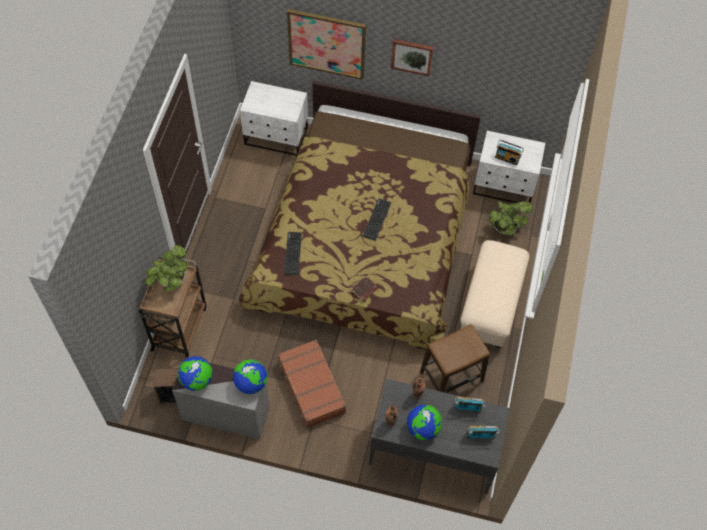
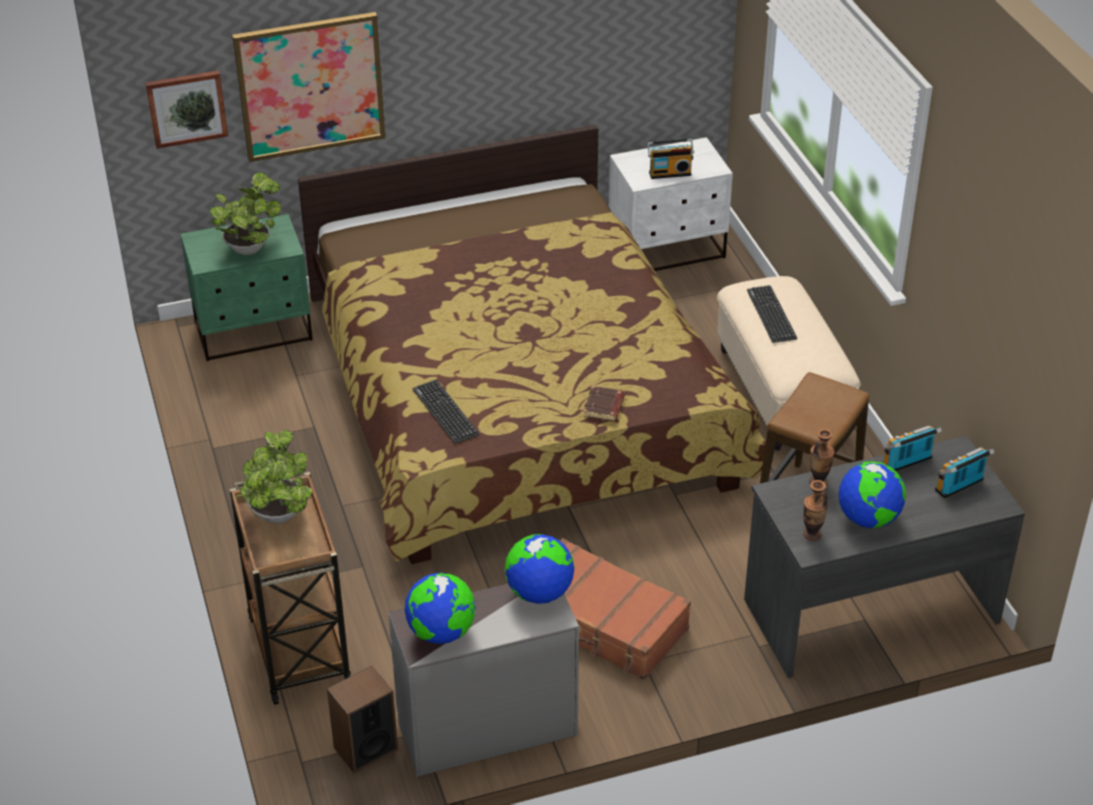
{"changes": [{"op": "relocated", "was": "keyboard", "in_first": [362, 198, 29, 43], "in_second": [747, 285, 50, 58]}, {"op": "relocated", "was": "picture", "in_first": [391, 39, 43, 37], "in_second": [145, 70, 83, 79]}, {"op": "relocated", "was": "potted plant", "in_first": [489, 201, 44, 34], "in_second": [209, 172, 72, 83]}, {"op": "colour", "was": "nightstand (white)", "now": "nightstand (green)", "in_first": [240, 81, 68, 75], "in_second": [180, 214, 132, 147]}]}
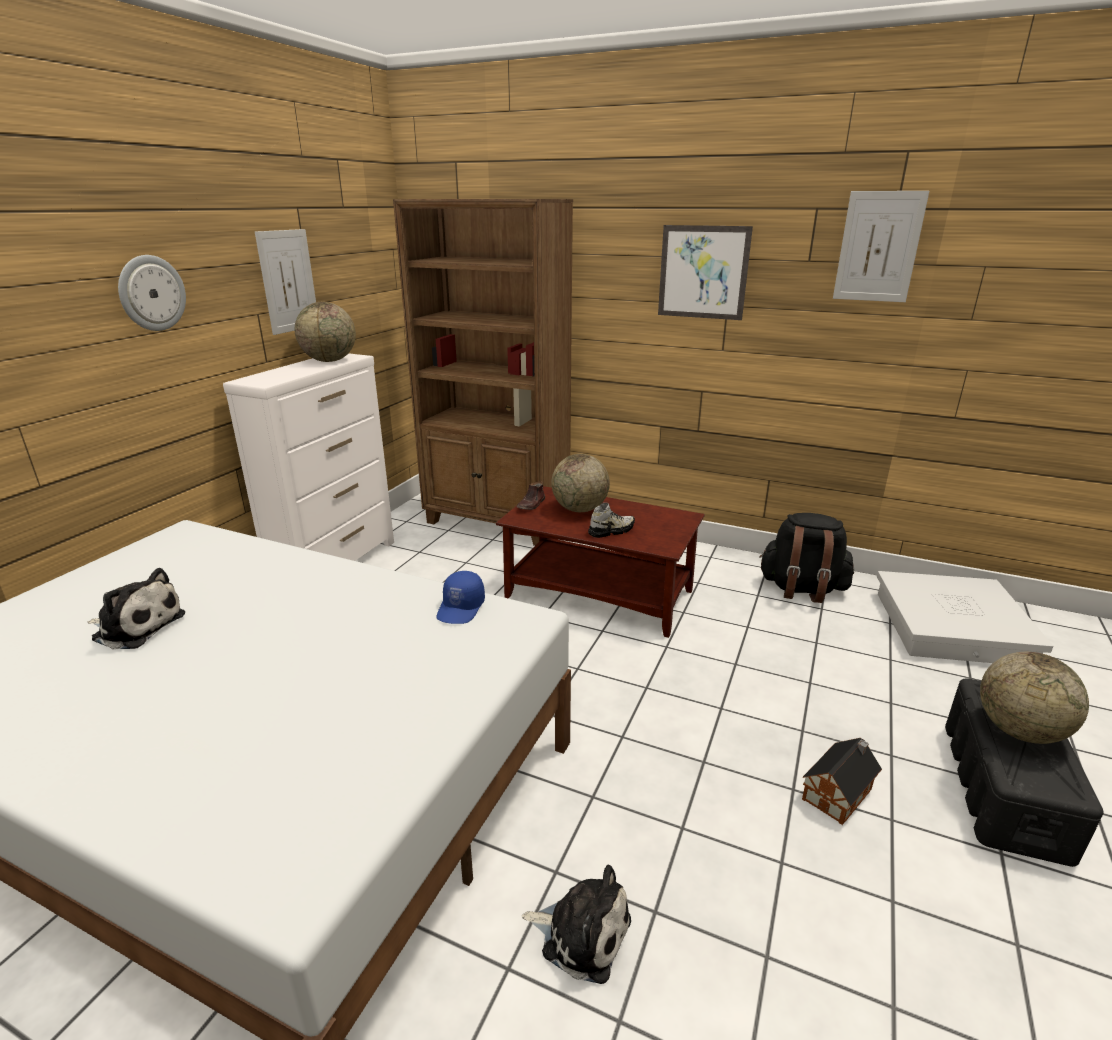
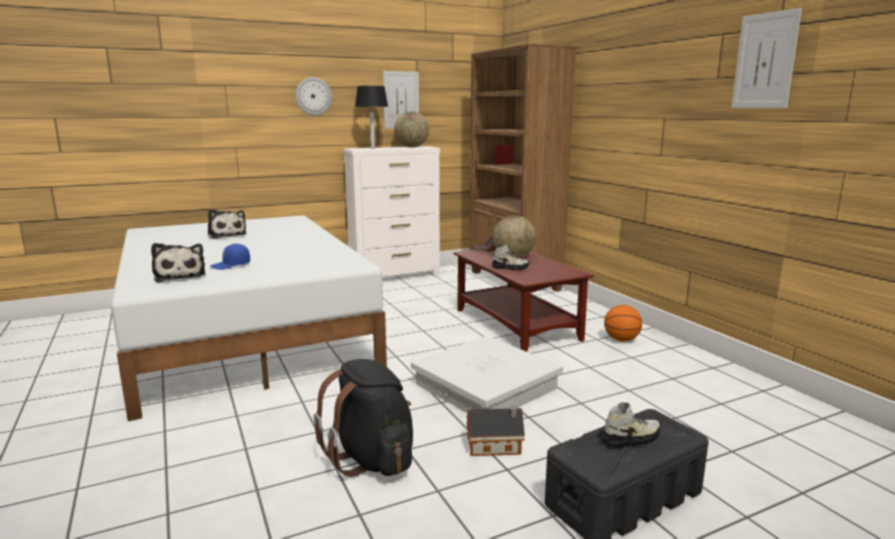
{"changes": [{"op": "missing", "was": "picture", "in_first": [658, 225, 95, 95]}, {"op": "appeared", "now": "table lamp (black)", "in_second": [355, 86, 33, 63]}, {"op": "appeared", "now": "basketball", "in_second": [604, 305, 38, 36]}, {"op": "relocated", "was": "cap (blue)", "in_first": [436, 571, 49, 53], "in_second": [210, 244, 40, 26]}, {"op": "relocated", "was": "plush toy", "in_first": [522, 865, 109, 119], "in_second": [151, 243, 55, 39]}, {"op": "relocated", "was": "backpack (black)", "in_first": [759, 513, 95, 90], "in_second": [314, 359, 99, 118]}, {"op": "relocated", "was": "storage box (white)", "in_first": [877, 571, 176, 92], "in_second": [411, 336, 152, 76]}, {"op": "exchanged", "was": "globe", "now": "shoe", "in_first": [980, 652, 109, 92], "in_second": [601, 402, 60, 46]}]}
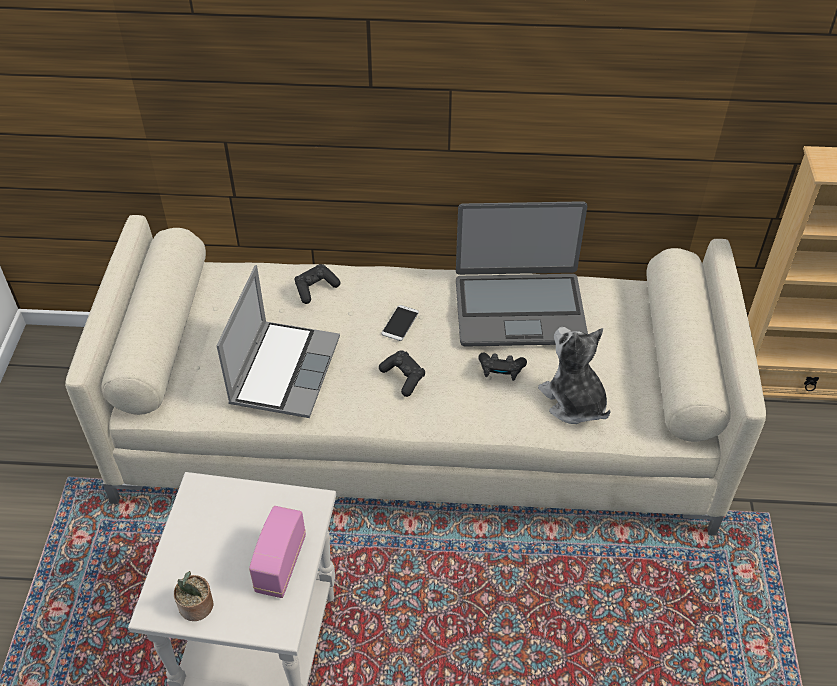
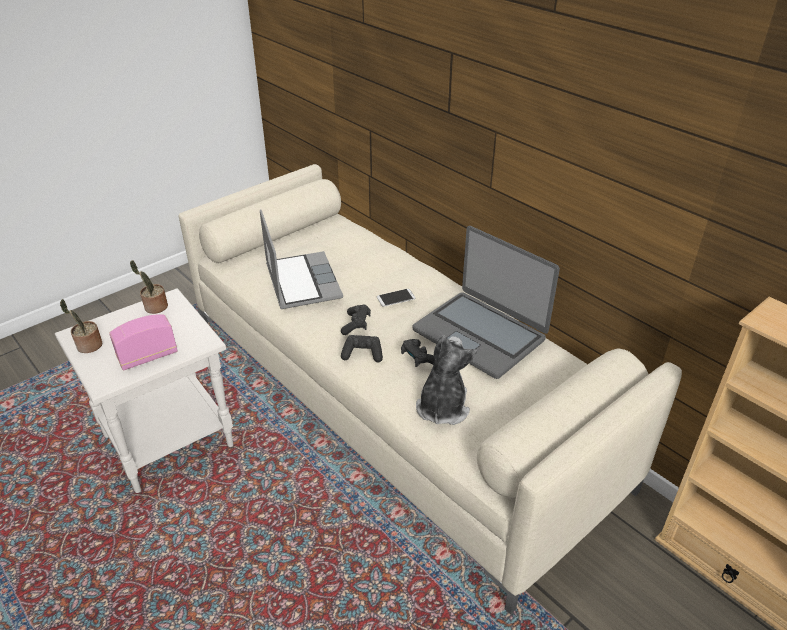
{"changes": [{"op": "appeared", "now": "potted plant", "in_second": [130, 260, 38, 54]}, {"op": "relocated", "was": "game controller (black)", "in_first": [295, 264, 45, 40], "in_second": [341, 335, 42, 28]}, {"op": "spun", "was": "laptop", "in_first": [216, 265, 124, 153], "in_second": [260, 209, 83, 100], "clockwise": -75}]}
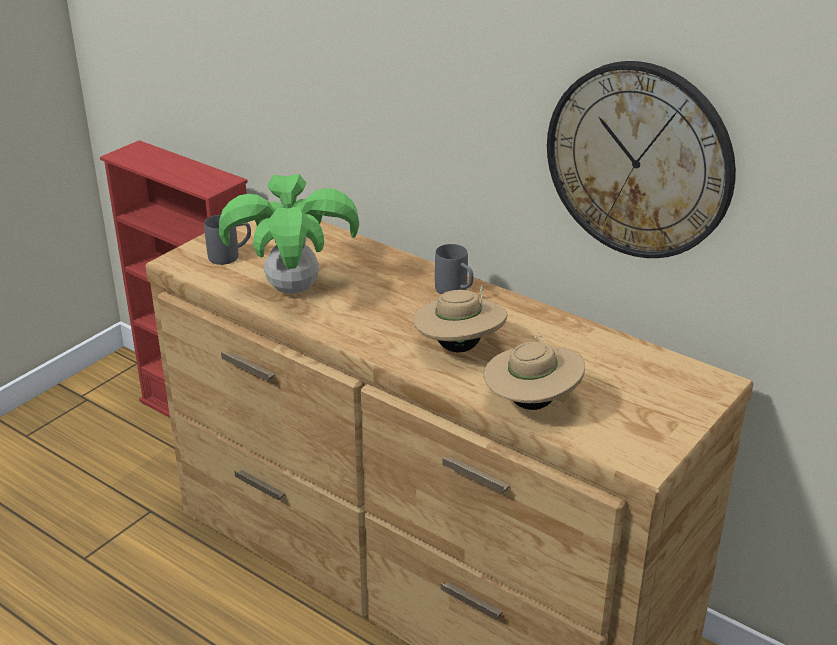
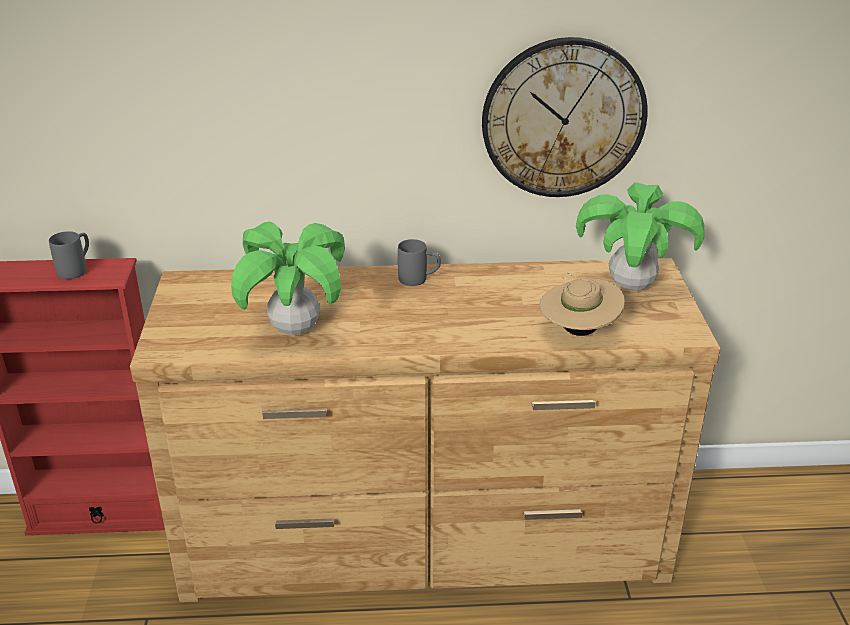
{"changes": [{"op": "missing", "was": "hat (beige)", "in_first": [414, 285, 93, 68]}, {"op": "appeared", "now": "potted plant", "in_second": [576, 182, 128, 108]}, {"op": "relocated", "was": "mug (grey)", "in_first": [204, 215, 47, 50], "in_second": [49, 231, 40, 48]}]}
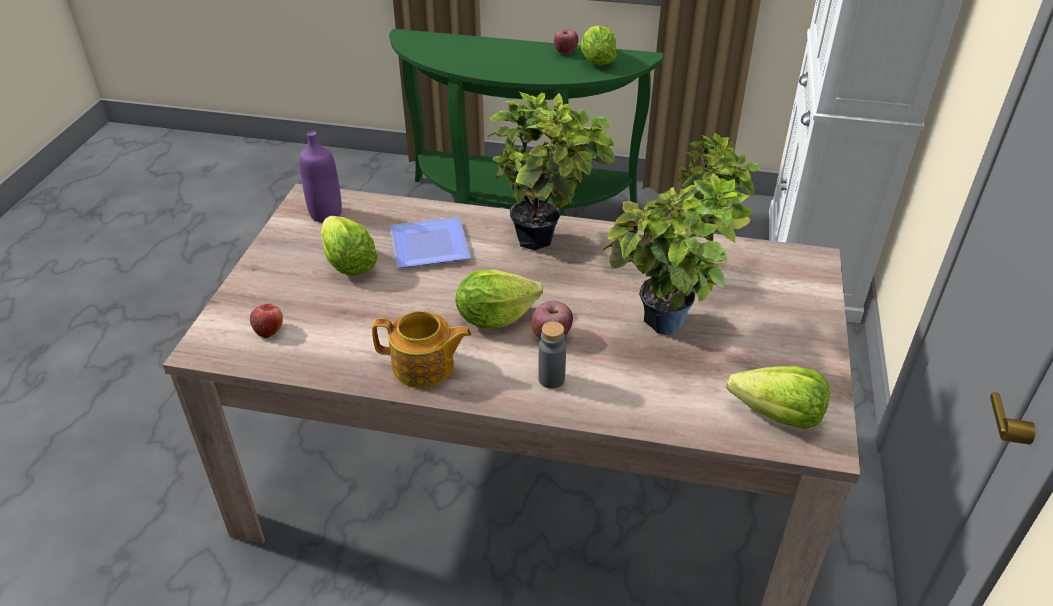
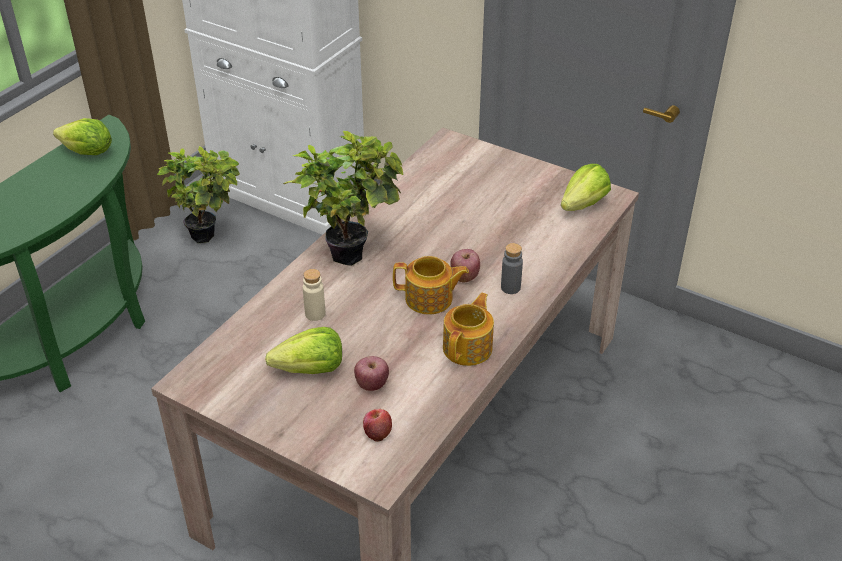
{"changes": [{"op": "missing", "was": "bottle (purple)", "in_first": [299, 131, 43, 92]}, {"op": "missing", "was": "potted plant", "in_first": [602, 173, 151, 162]}, {"op": "relocated", "was": "apple", "in_first": [554, 29, 25, 25], "in_second": [354, 356, 35, 35]}, {"op": "exchanged", "was": "plate", "now": "bottle (beige)", "in_first": [390, 217, 81, 51], "in_second": [303, 269, 22, 52]}, {"op": "exchanged", "was": "lettuce", "now": "teapot", "in_first": [456, 270, 87, 59], "in_second": [393, 256, 76, 59]}]}
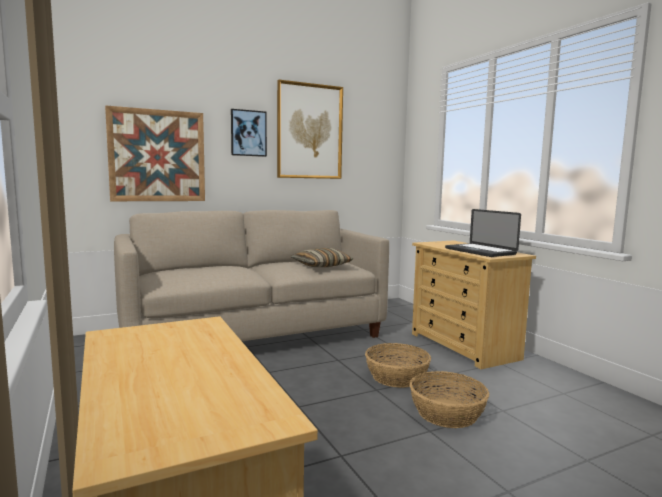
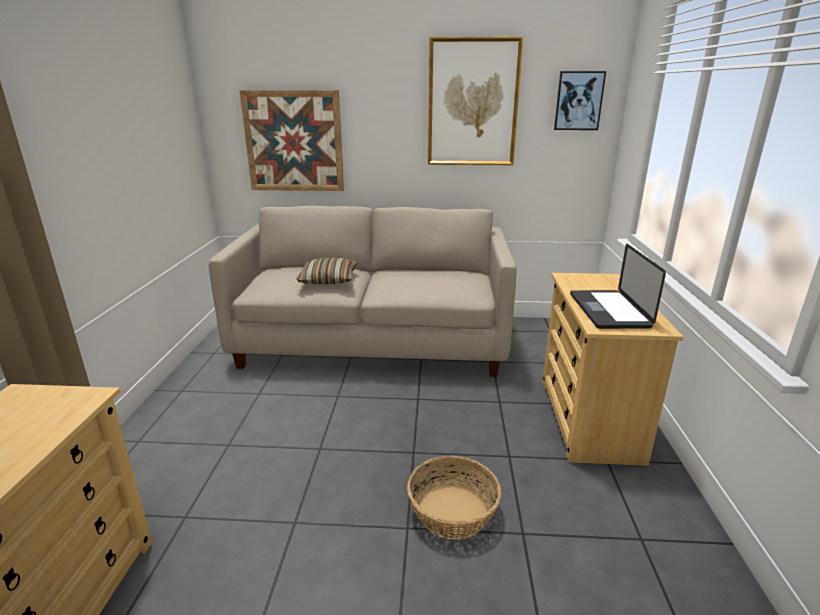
{"changes": [{"op": "missing", "was": "basket", "in_first": [365, 343, 66, 45]}, {"op": "relocated", "was": "picture", "in_first": [231, 109, 36, 48], "in_second": [554, 71, 52, 59]}, {"op": "relocated", "was": "pillow", "in_first": [291, 248, 62, 19], "in_second": [296, 258, 61, 26]}]}
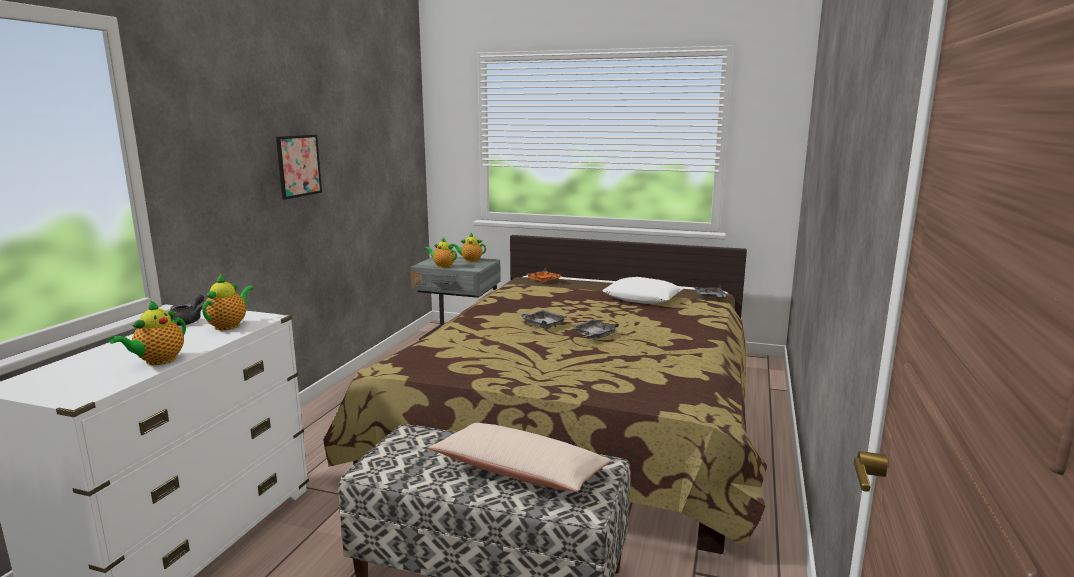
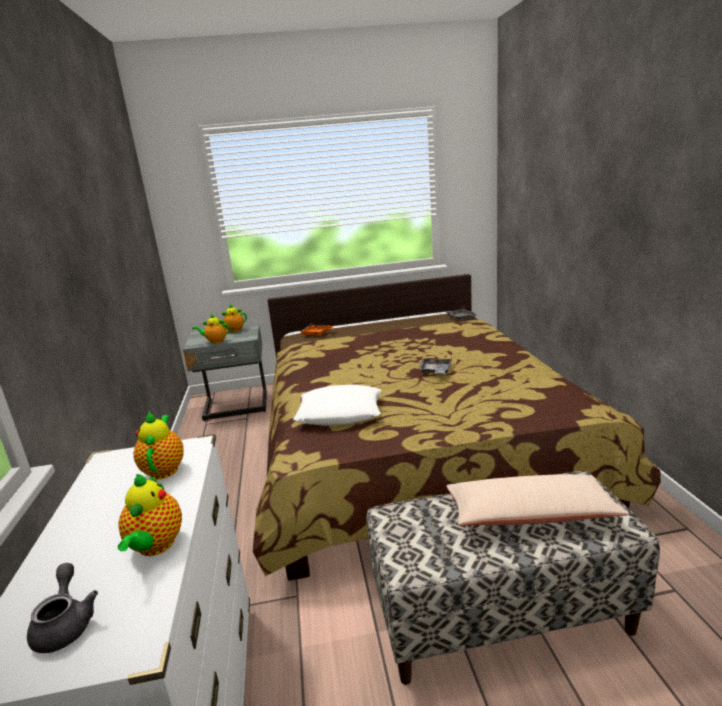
{"changes": [{"op": "missing", "was": "picture", "in_first": [276, 135, 46, 65]}, {"op": "missing", "was": "tray (grey)", "in_first": [518, 310, 49, 19]}, {"op": "relocated", "was": "teapot (grey)", "in_first": [170, 294, 34, 32], "in_second": [27, 563, 71, 90]}, {"op": "relocated", "was": "pillow (white)", "in_first": [602, 277, 81, 27], "in_second": [293, 384, 89, 42]}]}
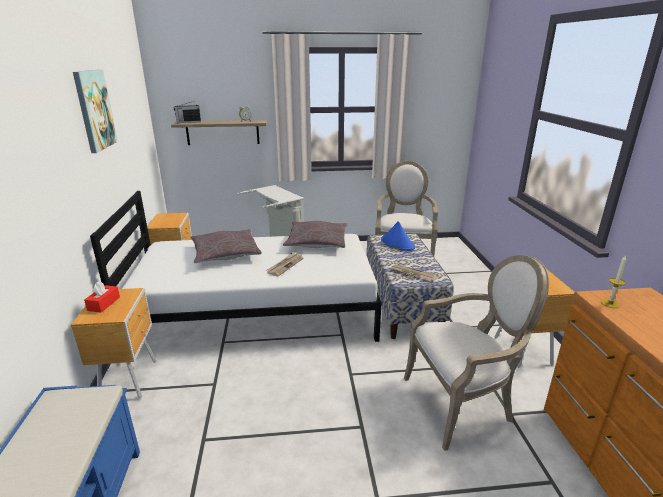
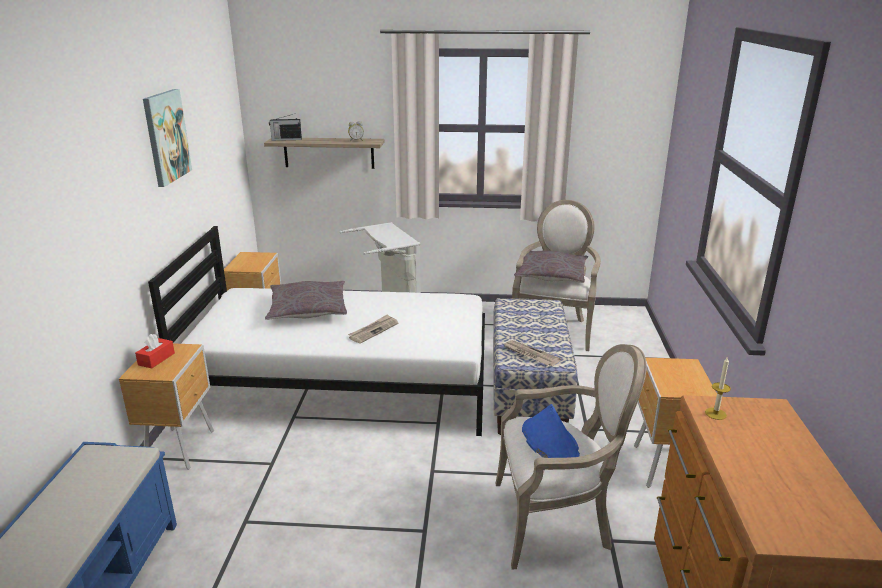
{"changes": [{"op": "relocated", "was": "pillow (grey)", "in_first": [283, 221, 65, 27], "in_second": [514, 251, 74, 32]}, {"op": "relocated", "was": "hat (blue)", "in_first": [381, 221, 34, 30], "in_second": [522, 404, 58, 54]}]}
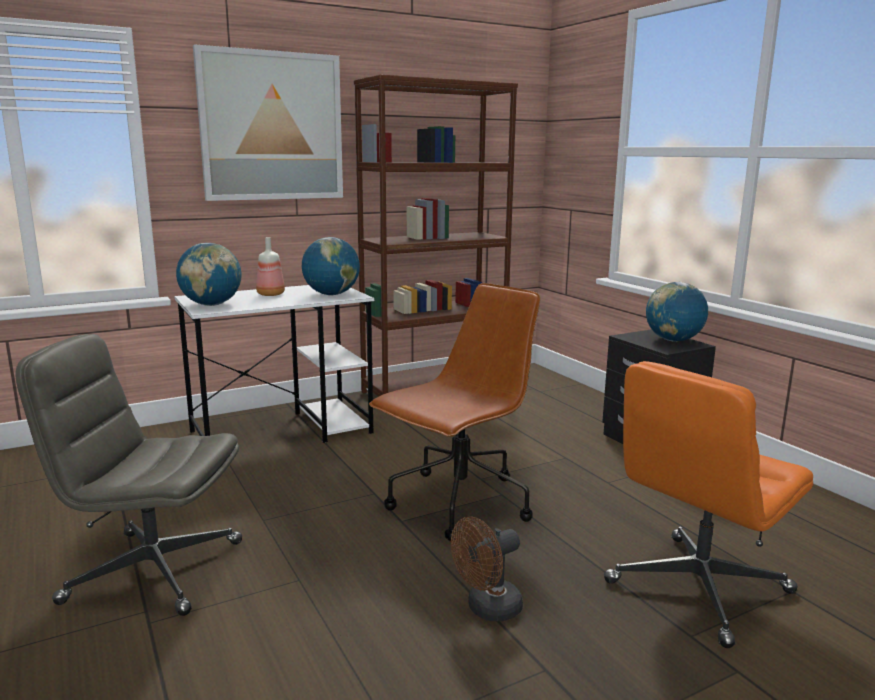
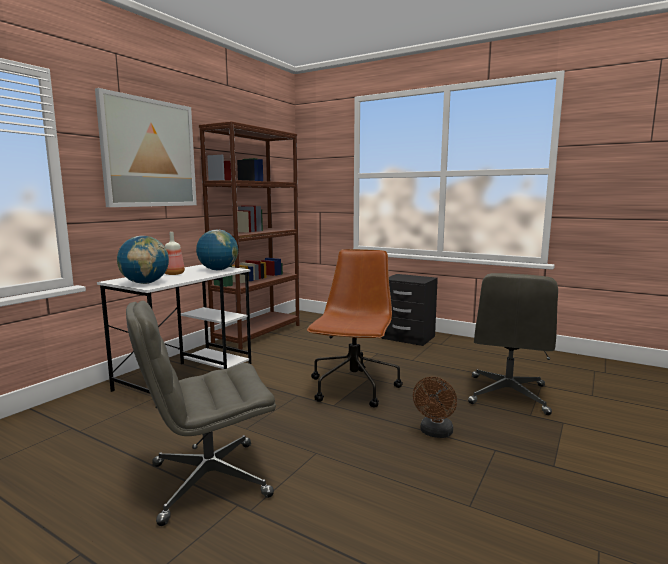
{"changes": [{"op": "missing", "was": "globe", "in_first": [646, 282, 62, 59]}, {"op": "colour", "was": "office chair (orange)", "now": "office chair (grey)", "in_first": [604, 361, 209, 287], "in_second": [468, 273, 90, 142]}]}
